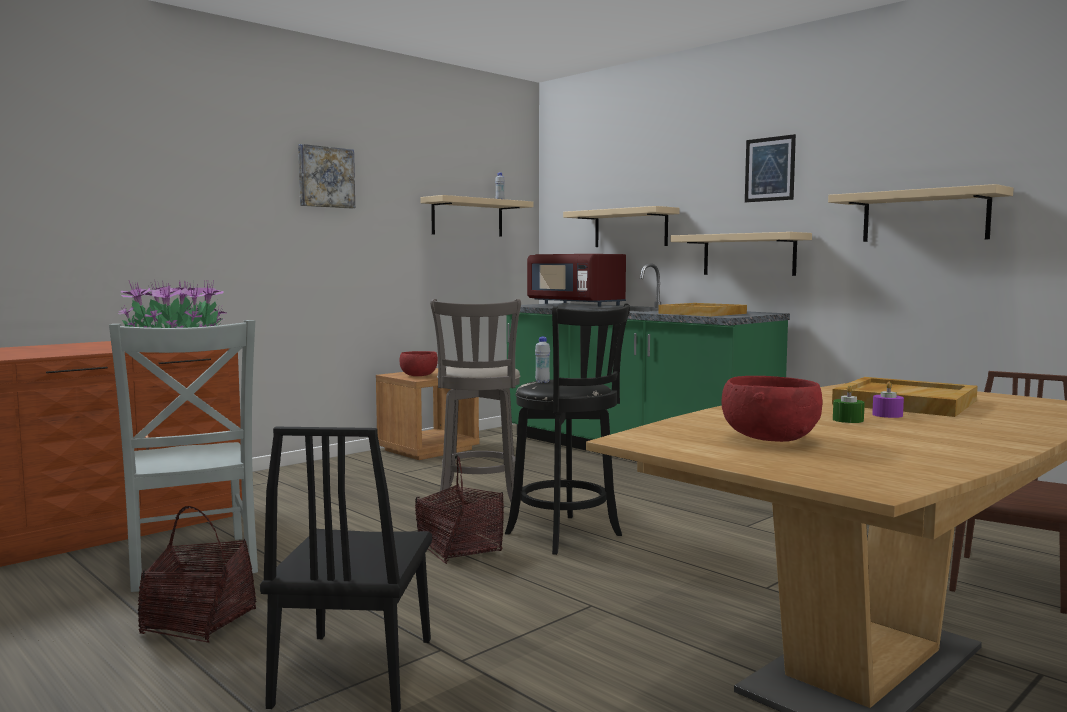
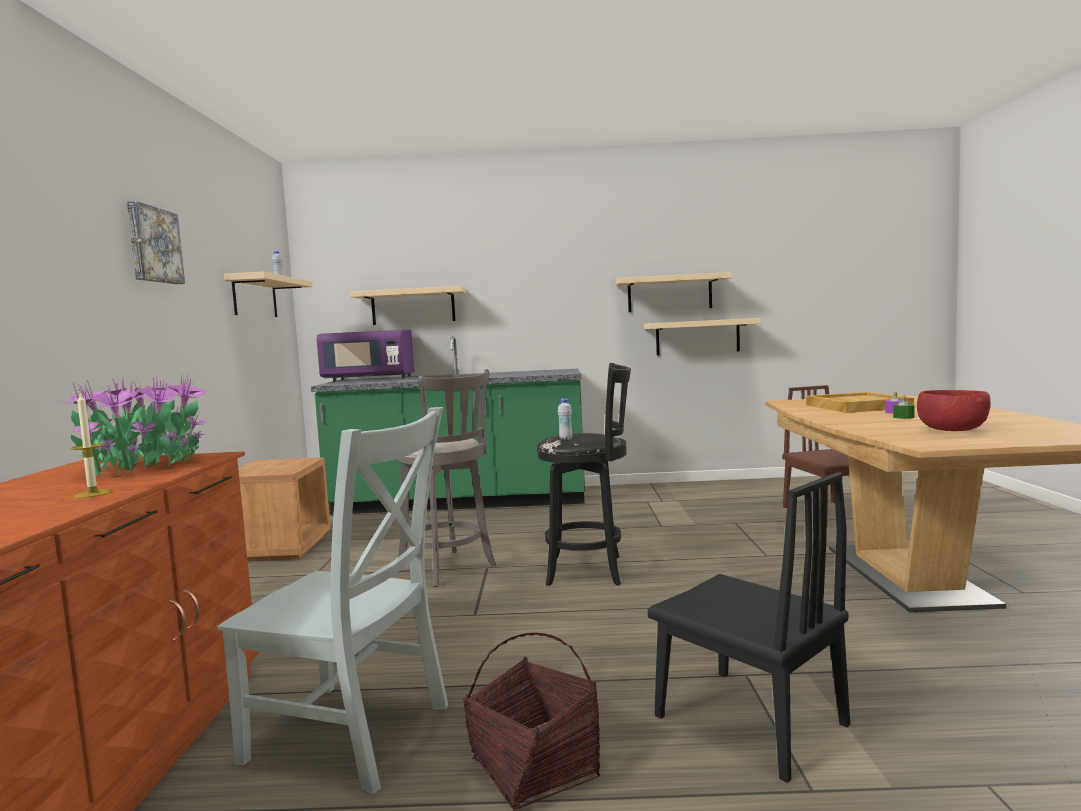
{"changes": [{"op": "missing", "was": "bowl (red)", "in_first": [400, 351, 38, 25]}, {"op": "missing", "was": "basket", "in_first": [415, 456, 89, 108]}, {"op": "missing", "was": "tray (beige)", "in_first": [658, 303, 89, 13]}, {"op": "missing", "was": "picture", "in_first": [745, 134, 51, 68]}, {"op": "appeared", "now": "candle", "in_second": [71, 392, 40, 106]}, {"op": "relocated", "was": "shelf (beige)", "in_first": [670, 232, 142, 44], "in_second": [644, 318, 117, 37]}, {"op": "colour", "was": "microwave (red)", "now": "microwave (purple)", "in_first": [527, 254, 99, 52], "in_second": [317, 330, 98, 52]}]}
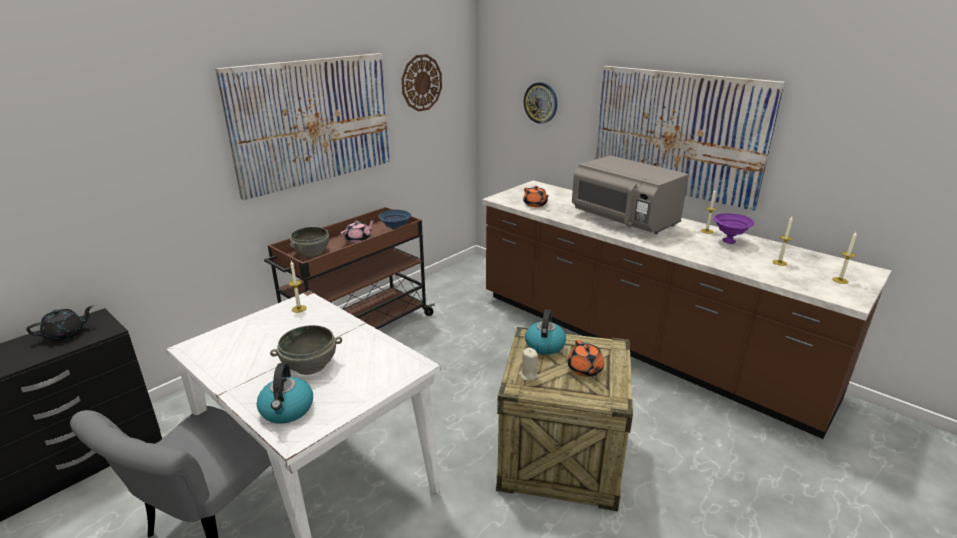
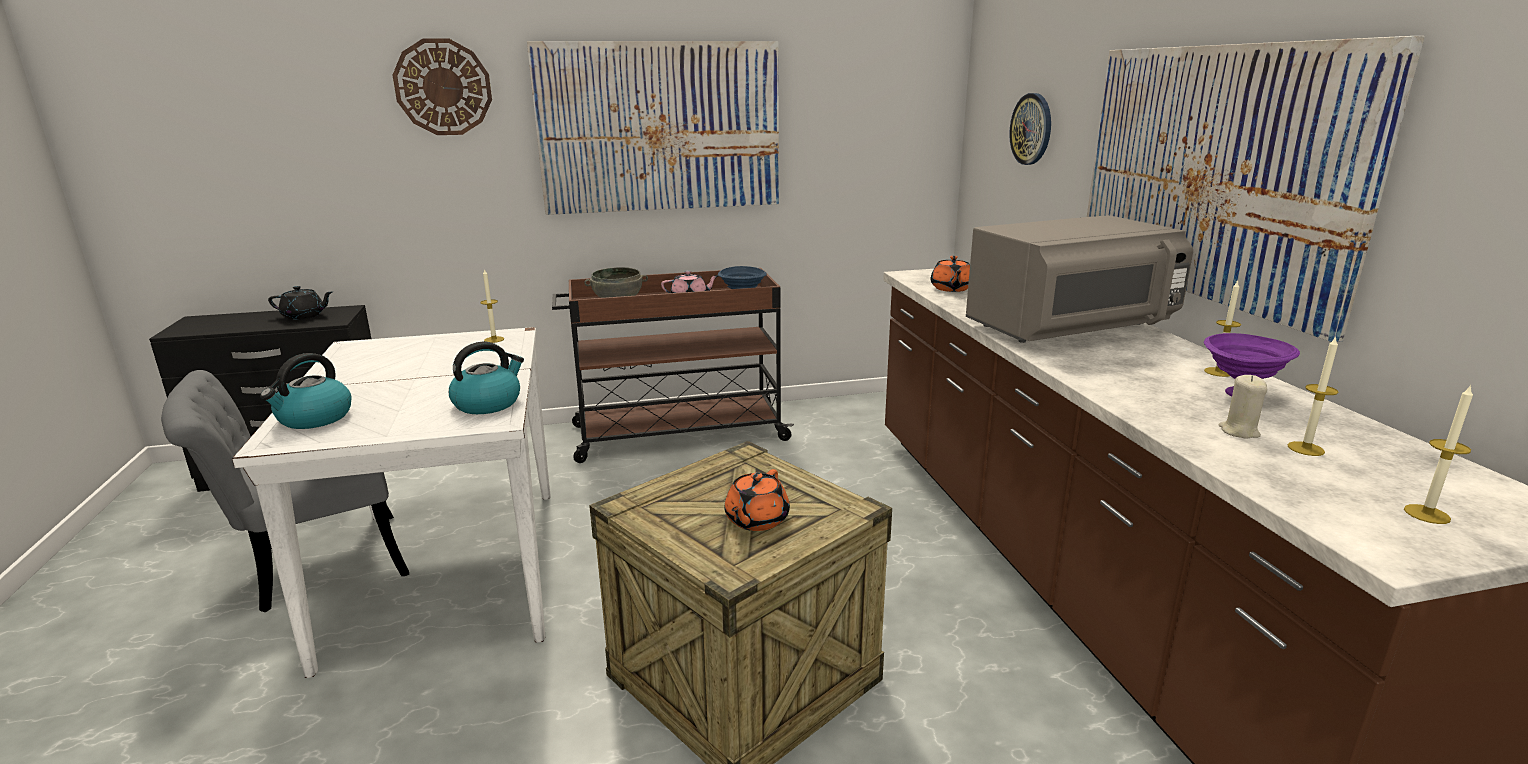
{"changes": [{"op": "missing", "was": "bowl (grey)", "in_first": [270, 325, 72, 50]}, {"op": "relocated", "was": "wall clock", "in_first": [401, 54, 41, 58], "in_second": [392, 38, 100, 97]}, {"op": "relocated", "was": "candle (beige)", "in_first": [519, 348, 19, 33], "in_second": [1218, 375, 49, 64]}, {"op": "relocated", "was": "kettle", "in_first": [525, 309, 41, 46], "in_second": [449, 342, 75, 72]}, {"op": "spun", "was": "microwave (grey)", "in_first": [572, 155, 117, 79], "in_second": [966, 215, 227, 128], "clockwise": -105}]}
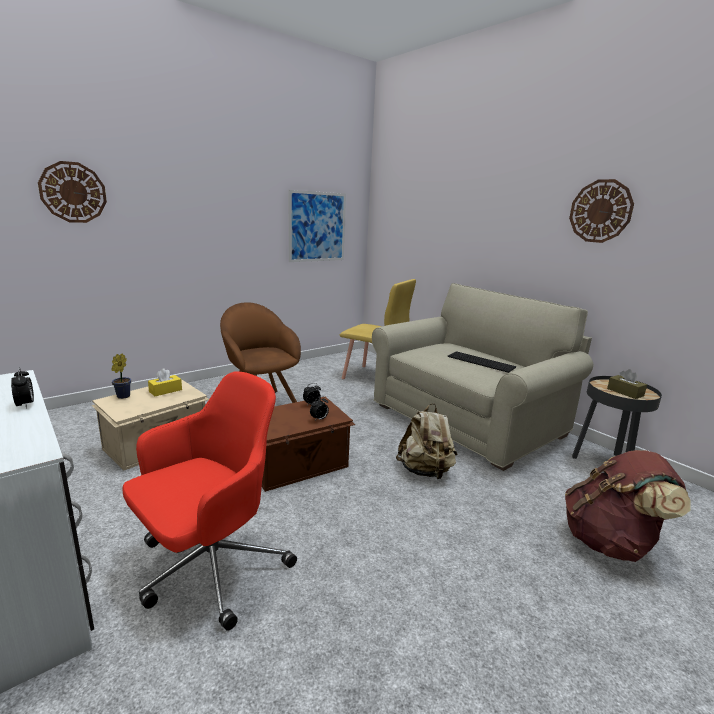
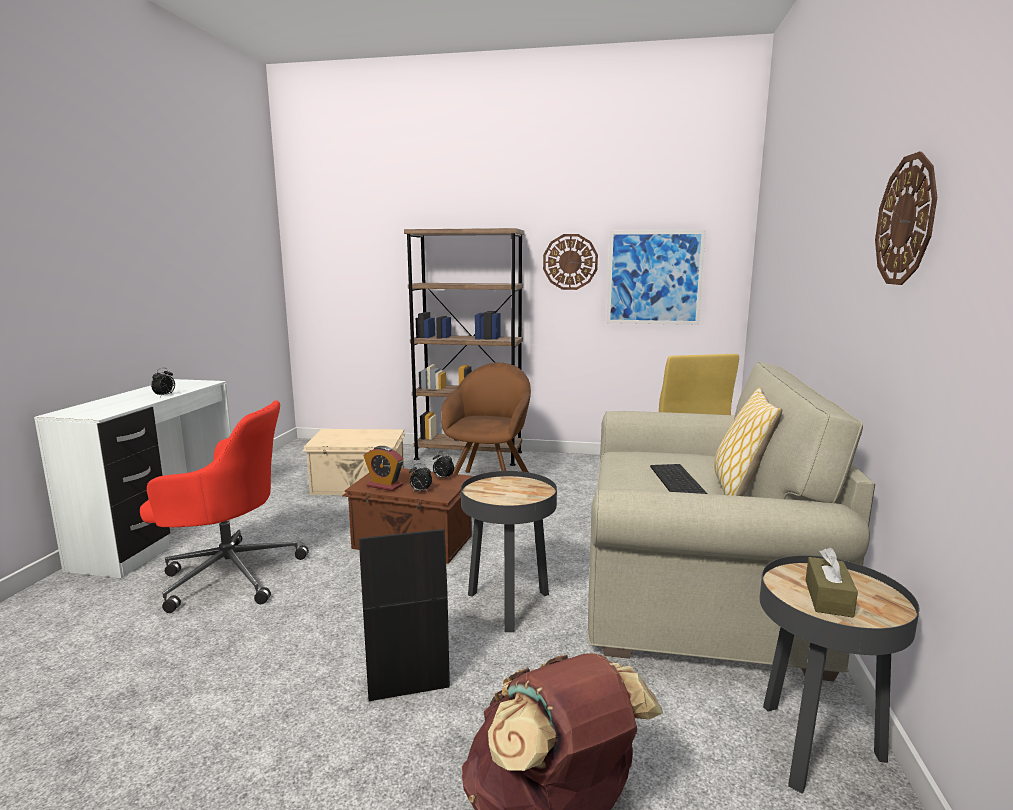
{"changes": [{"op": "missing", "was": "potted plant", "in_first": [111, 353, 20, 46]}, {"op": "missing", "was": "tissue box (yellow)", "in_first": [148, 368, 34, 28]}, {"op": "appeared", "now": "storage box (black)", "in_second": [359, 529, 91, 172]}, {"op": "appeared", "now": "alarm clock", "in_second": [364, 446, 39, 45]}, {"op": "appeared", "now": "bookcase (brown)", "in_second": [404, 228, 120, 238]}, {"op": "appeared", "now": "pillow", "in_second": [714, 387, 68, 109]}, {"op": "relocated", "was": "wall clock", "in_first": [38, 161, 69, 62], "in_second": [543, 234, 55, 56]}, {"op": "exchanged", "was": "backpack (beige)", "now": "side table (black)", "in_first": [396, 403, 62, 76], "in_second": [461, 471, 96, 161]}]}
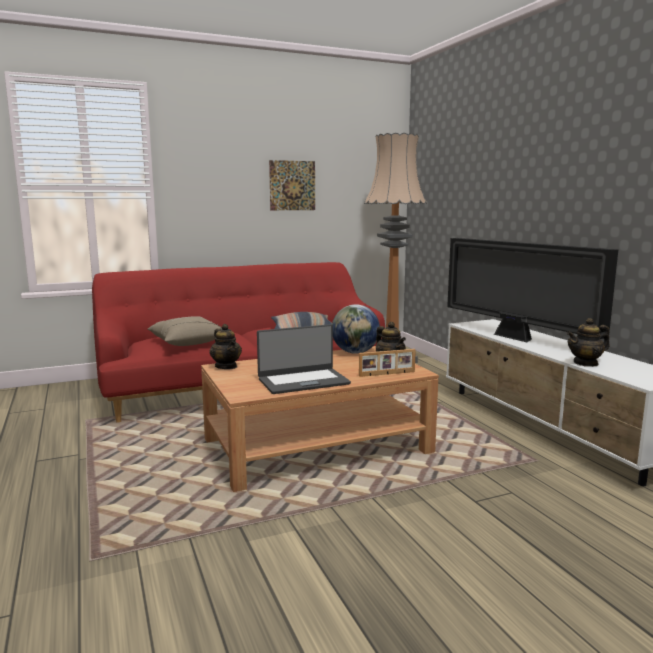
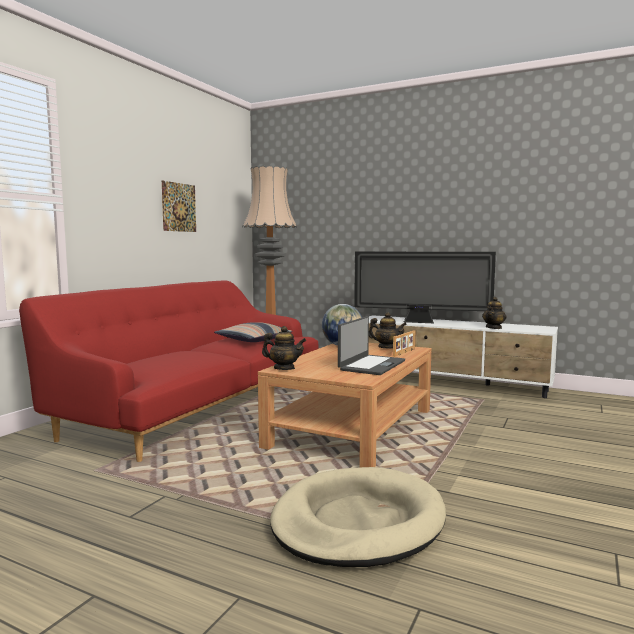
{"changes": [{"op": "missing", "was": "pillow (beige)", "in_first": [148, 316, 74, 30]}, {"op": "appeared", "now": "dog bed (beige)", "in_second": [270, 467, 176, 100]}]}
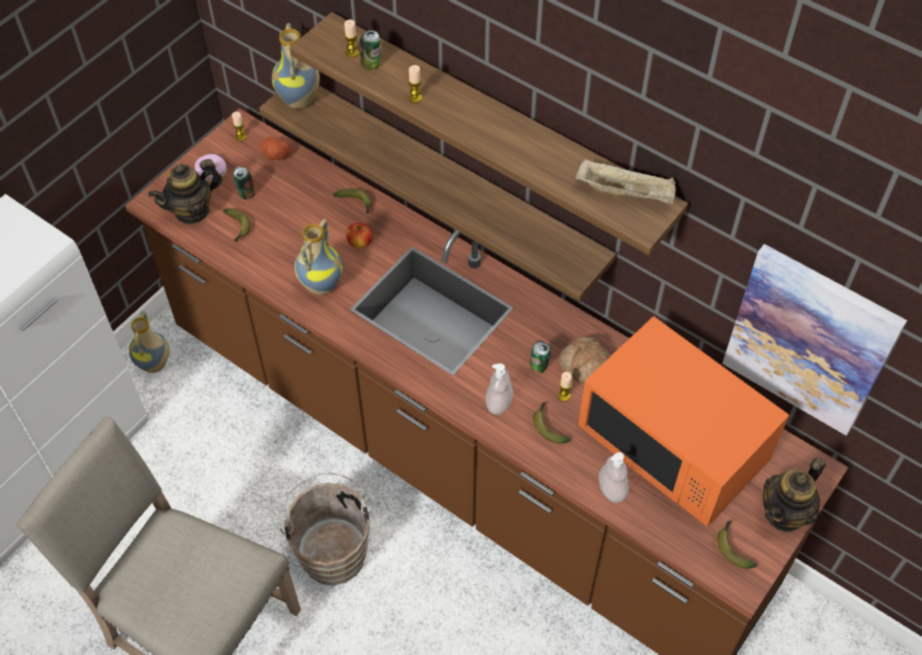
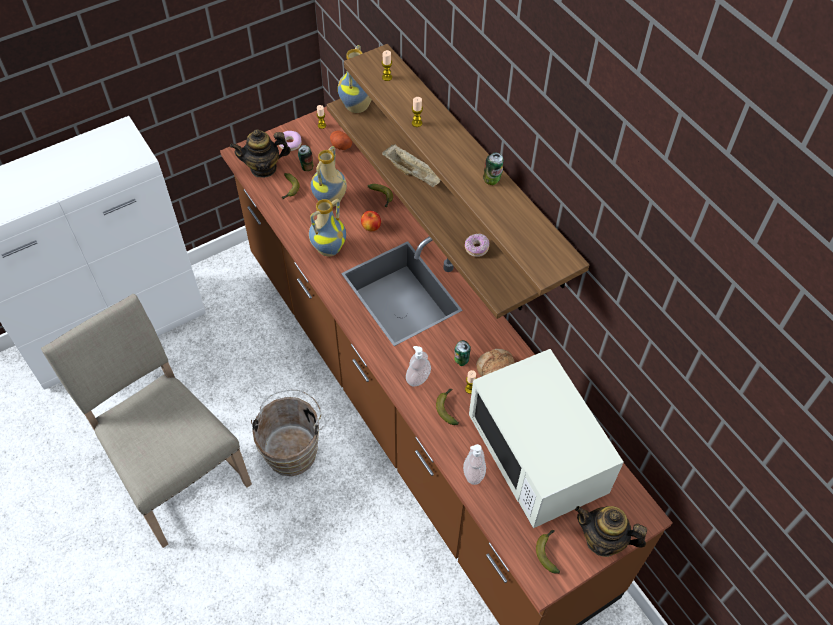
{"changes": [{"op": "missing", "was": "picture", "in_first": [722, 244, 185, 192]}, {"op": "appeared", "now": "donut", "in_second": [465, 234, 25, 23]}, {"op": "relocated", "was": "vase", "in_first": [129, 311, 41, 62], "in_second": [311, 146, 36, 61]}, {"op": "relocated", "was": "can", "in_first": [360, 30, 22, 40], "in_second": [483, 152, 21, 33]}, {"op": "relocated", "was": "tray (beige)", "in_first": [575, 159, 101, 45], "in_second": [382, 144, 59, 43]}, {"op": "colour", "was": "microwave (orange)", "now": "microwave (white)", "in_first": [578, 316, 211, 211], "in_second": [469, 349, 155, 179]}, {"op": "spun", "was": "teapot", "in_first": [762, 457, 64, 76], "in_second": [575, 506, 72, 51], "clockwise": 45}]}
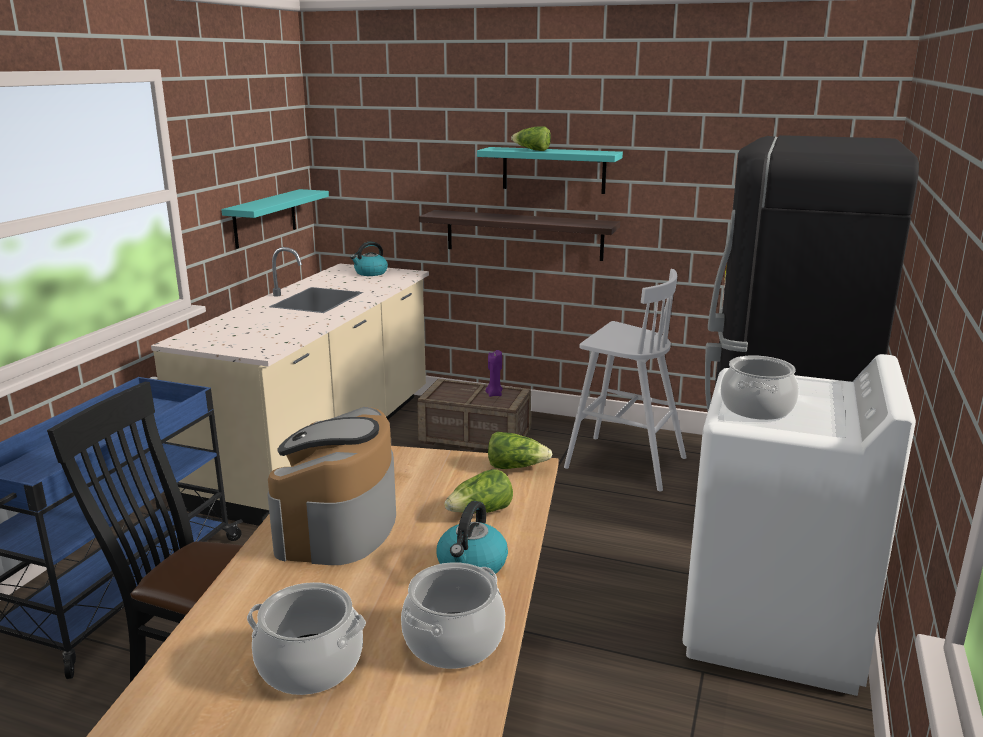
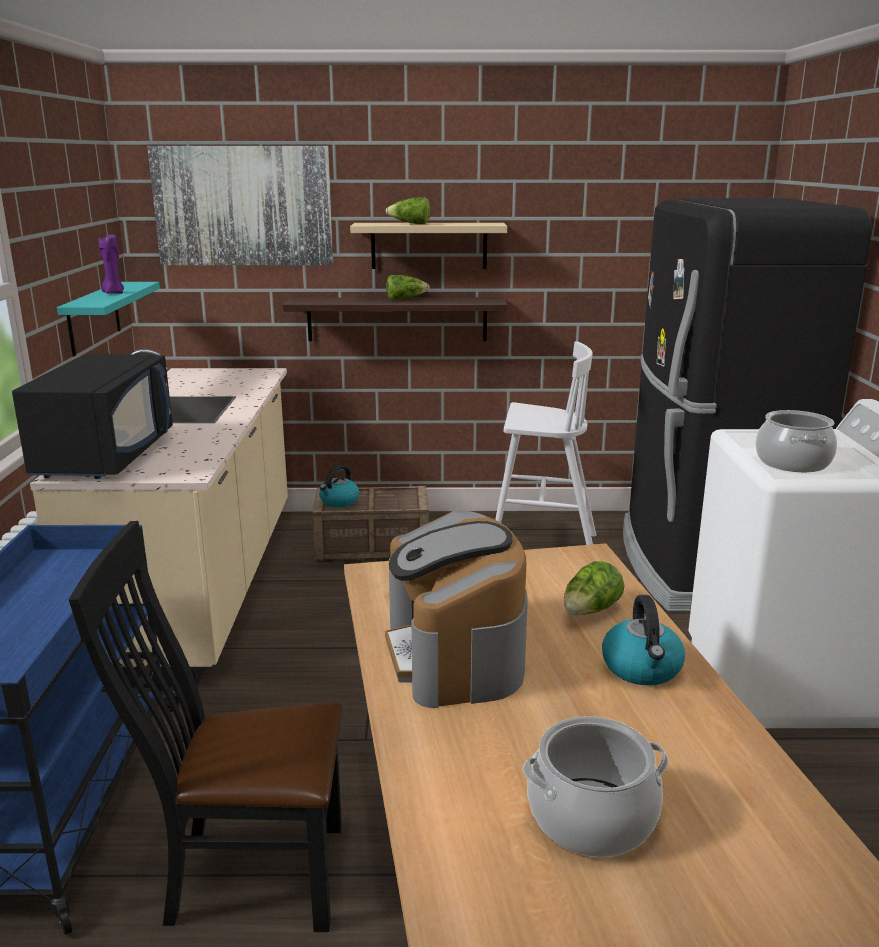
{"changes": [{"op": "missing", "was": "cooking pot", "in_first": [401, 562, 104, 107]}, {"op": "appeared", "now": "microwave (black)", "in_second": [12, 354, 161, 125]}, {"op": "appeared", "now": "picture", "in_second": [147, 146, 186, 119]}, {"op": "relocated", "was": "kettle", "in_first": [350, 241, 38, 35], "in_second": [319, 465, 40, 42]}, {"op": "relocated", "was": "candle (purple)", "in_first": [486, 350, 17, 47], "in_second": [98, 234, 26, 60]}, {"op": "relocated", "was": "lettuce", "in_first": [488, 432, 64, 37], "in_second": [386, 275, 44, 25]}, {"op": "colour", "was": "shelf (turquoise)", "now": "shelf (beige)", "in_first": [477, 147, 146, 47], "in_second": [350, 223, 157, 46]}]}
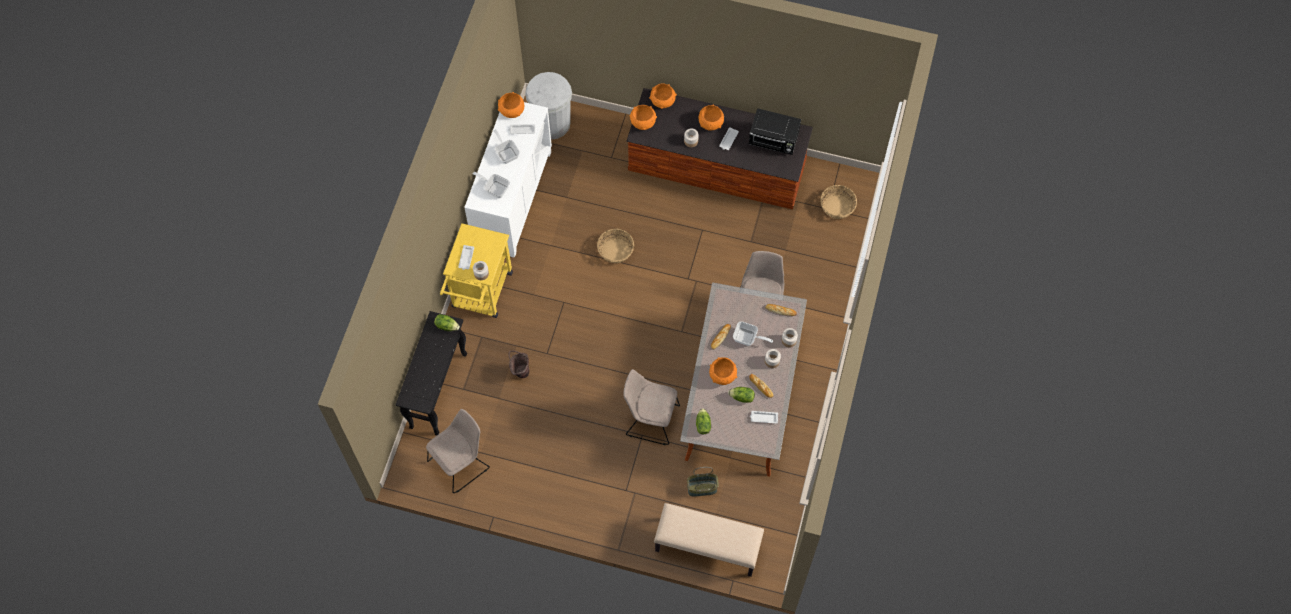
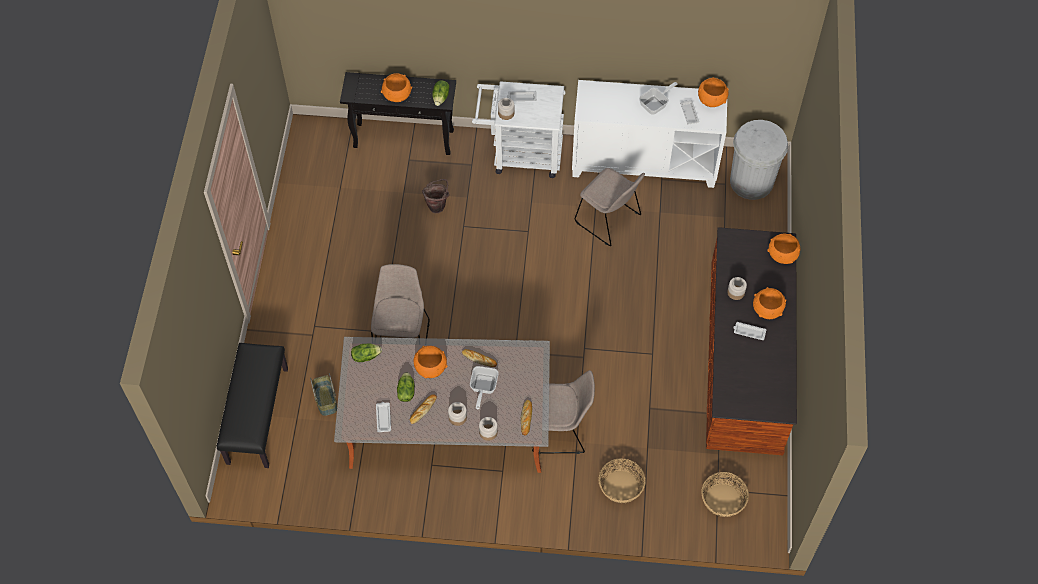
{"changes": [{"op": "missing", "was": "frying pan", "in_first": [473, 172, 37, 26]}, {"op": "missing", "was": "microwave (black)", "in_first": [749, 108, 52, 47]}, {"op": "relocated", "was": "chair (beige)", "in_first": [426, 409, 64, 84], "in_second": [575, 168, 70, 78]}, {"op": "relocated", "was": "basket", "in_first": [597, 229, 37, 34], "in_second": [598, 458, 48, 45]}, {"op": "relocated", "was": "bowl (orange)", "in_first": [629, 105, 28, 25], "in_second": [381, 73, 31, 29]}, {"op": "colour", "was": "cart (yellow)", "now": "cart (white)", "in_first": [440, 223, 73, 95], "in_second": [472, 81, 93, 97]}, {"op": "colour", "was": "bench (beige)", "now": "bench (black)", "in_first": [654, 503, 110, 74], "in_second": [217, 343, 71, 125]}]}
